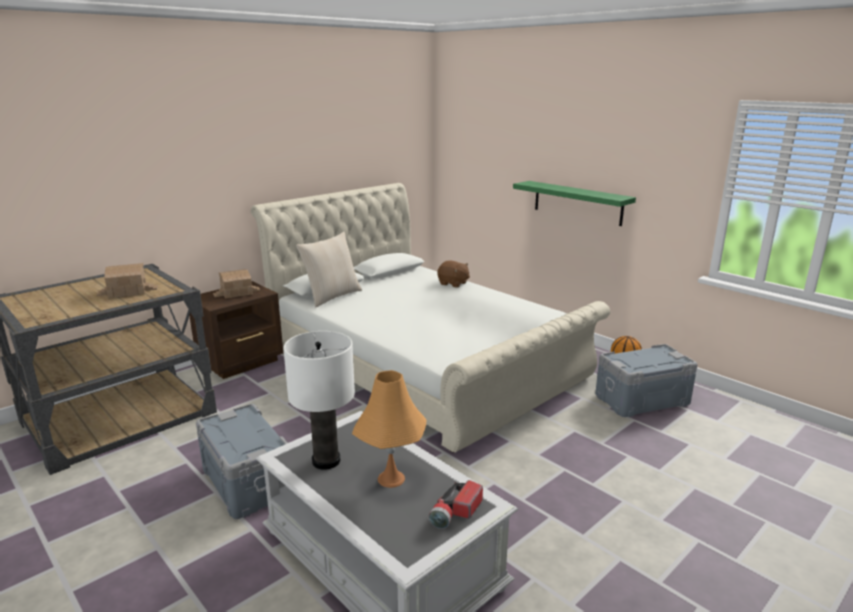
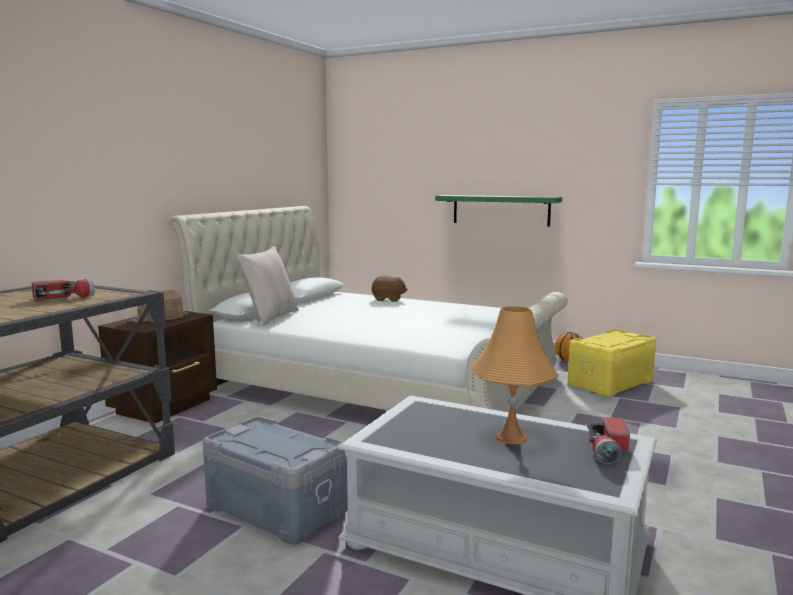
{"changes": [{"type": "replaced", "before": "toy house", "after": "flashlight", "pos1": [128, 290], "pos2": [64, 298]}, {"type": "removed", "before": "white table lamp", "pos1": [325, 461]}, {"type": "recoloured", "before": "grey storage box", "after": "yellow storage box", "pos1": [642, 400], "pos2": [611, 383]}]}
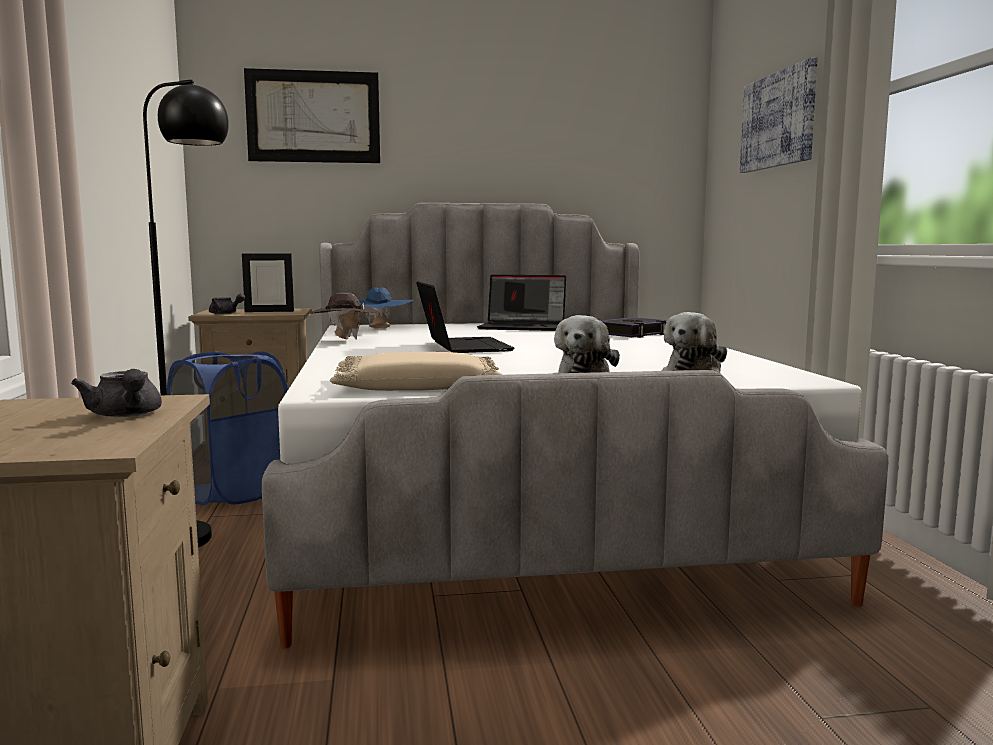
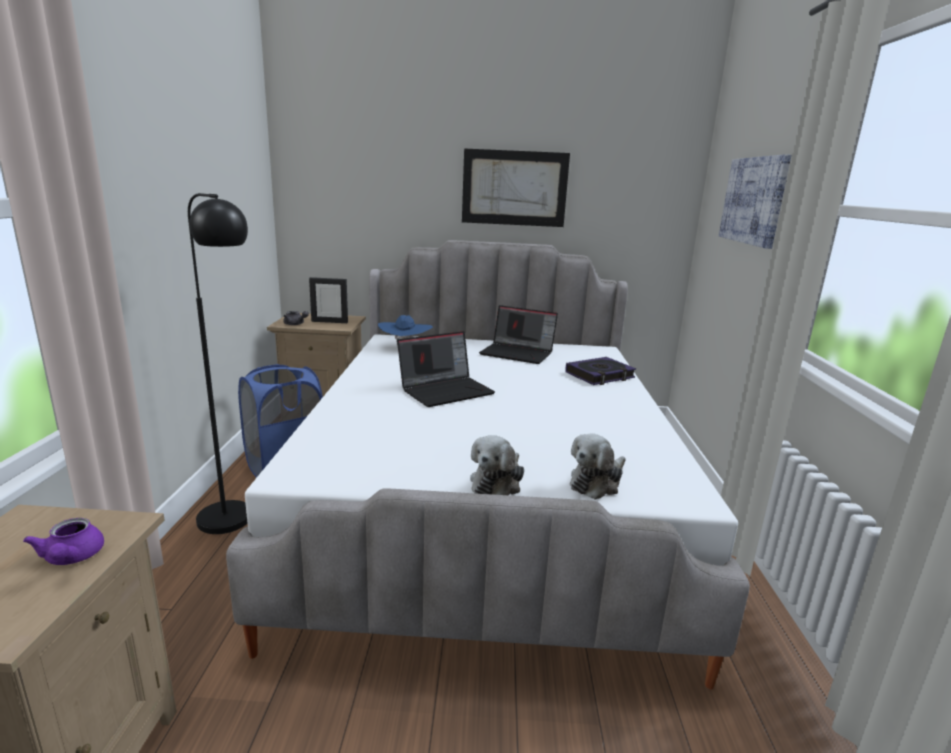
{"changes": [{"type": "moved", "before": "picture", "pos1": [313, 117], "pos2": [514, 188]}, {"type": "turned", "before": "laptop", "pos1": [461, 347], "pos2": [446, 390], "turn": 60}, {"type": "removed", "before": "brown hat", "pos1": [344, 340]}, {"type": "removed", "before": "beige pillow", "pos1": [418, 385]}, {"type": "recoloured", "before": "grey teapot", "after": "purple teapot", "pos1": [126, 415], "pos2": [71, 558]}]}
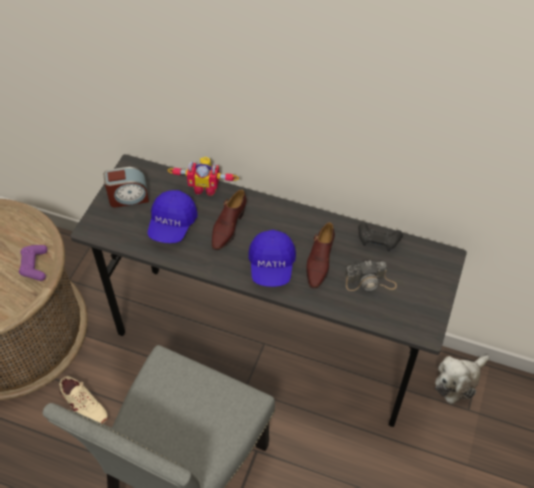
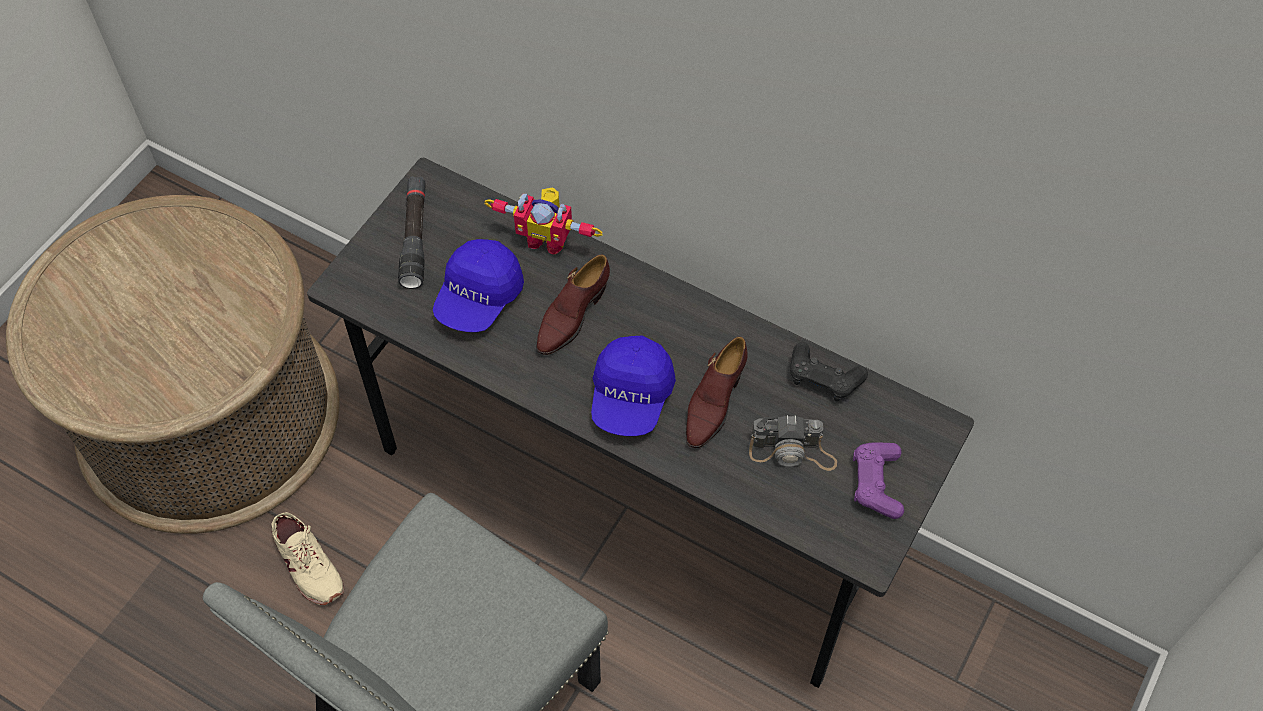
{"changes": [{"type": "replaced", "before": "alarm clock", "after": "black flashlight", "pos1": [128, 197], "pos2": [415, 237]}, {"type": "moved", "before": "purple game controller", "pos1": [34, 266], "pos2": [876, 483]}, {"type": "removed", "before": "plush toy", "pos1": [458, 381]}]}
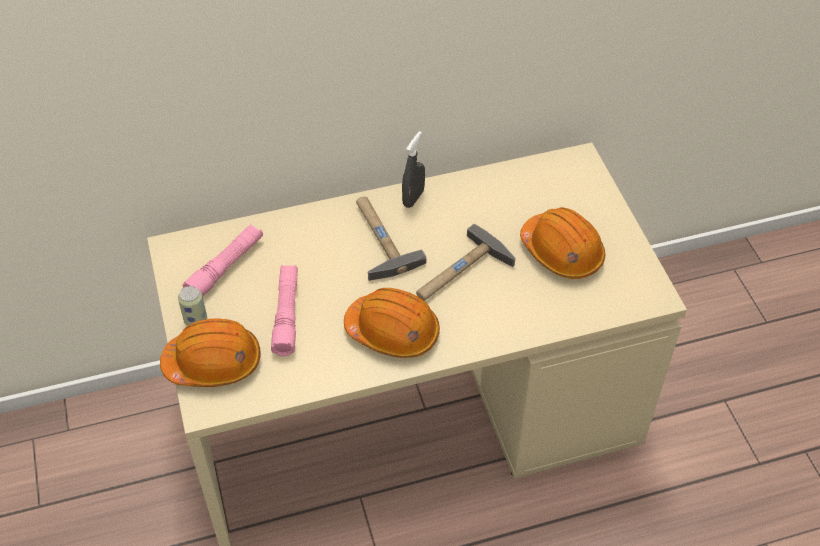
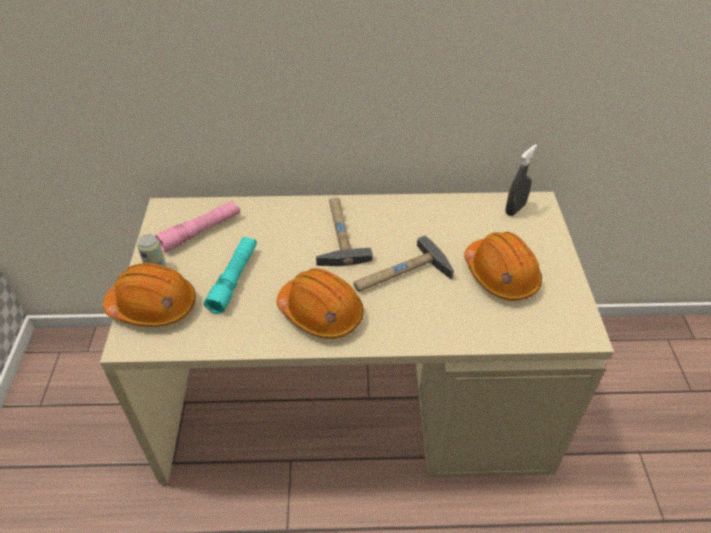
{"changes": [{"type": "moved", "before": "grey spray bottle", "pos1": [413, 198], "pos2": [515, 209]}, {"type": "recoloured", "before": "pink flashlight", "after": "turquoise flashlight", "pos1": [287, 314], "pos2": [234, 279]}]}
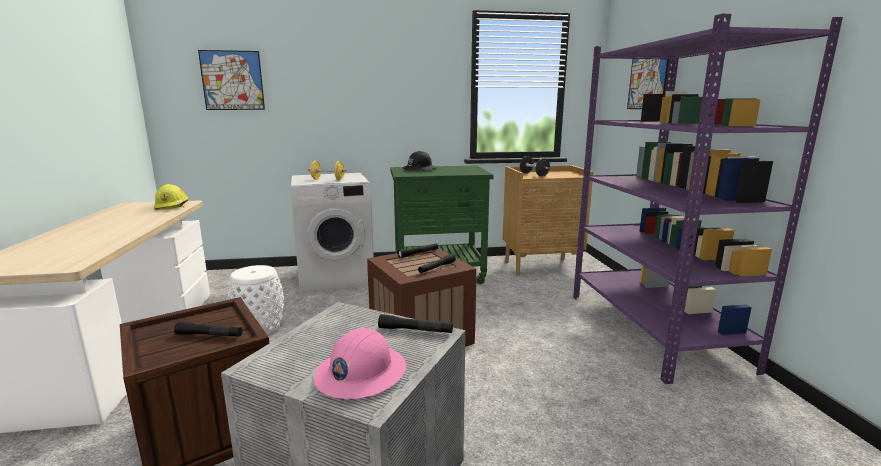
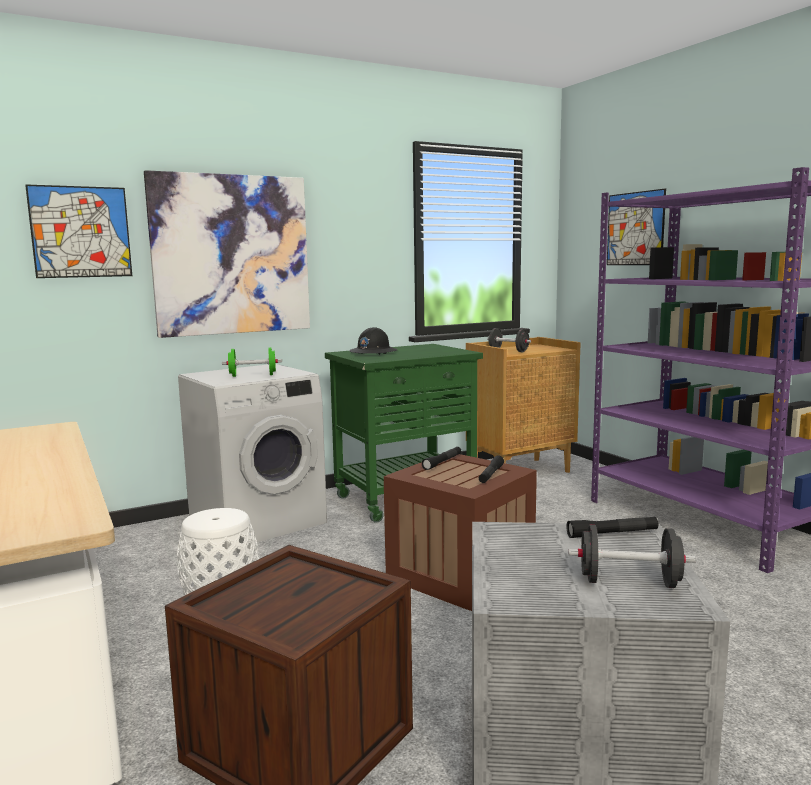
{"changes": [{"type": "recoloured", "before": "yellow dumbbell", "after": "green dumbbell", "pos1": [328, 179], "pos2": [253, 375]}, {"type": "removed", "before": "yellow hard hat", "pos1": [172, 206]}, {"type": "removed", "before": "black flashlight", "pos1": [209, 335]}, {"type": "replaced", "before": "pink hard hat", "after": "black dumbbell", "pos1": [360, 373], "pos2": [629, 582]}, {"type": "added", "after": "picture", "pos2": [231, 255]}]}
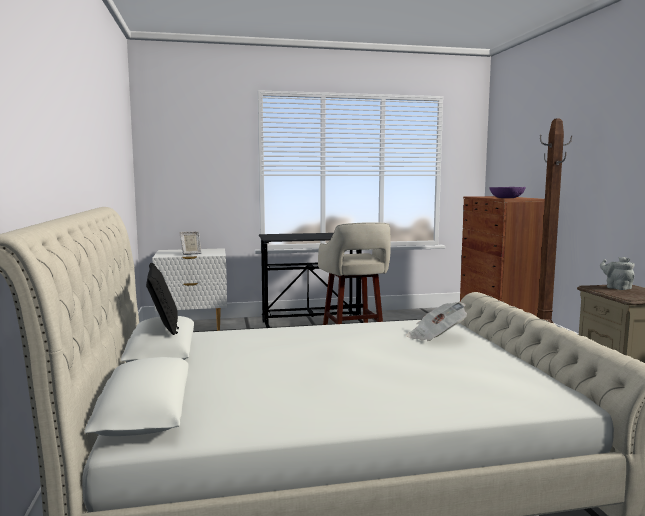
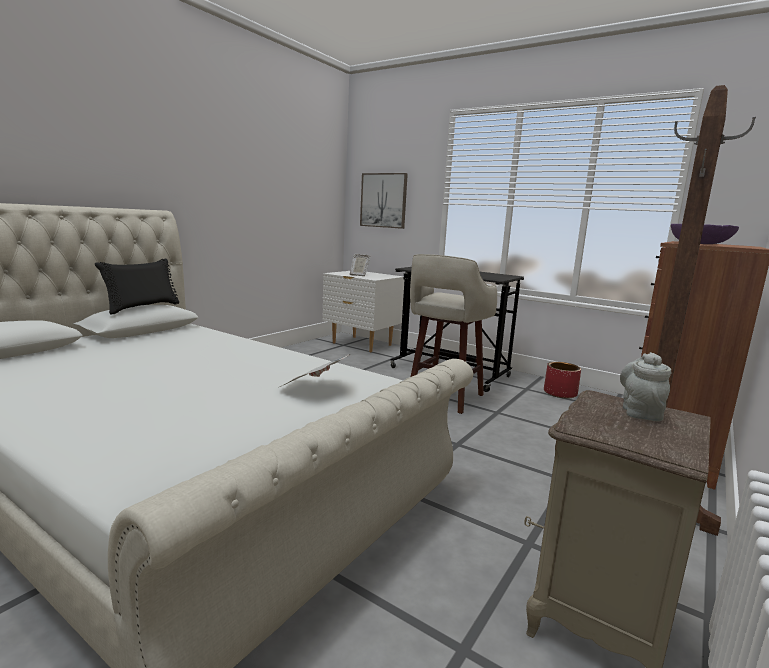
{"changes": [{"type": "added", "after": "picture", "pos2": [383, 200]}, {"type": "added", "after": "red planter", "pos2": [560, 393]}]}
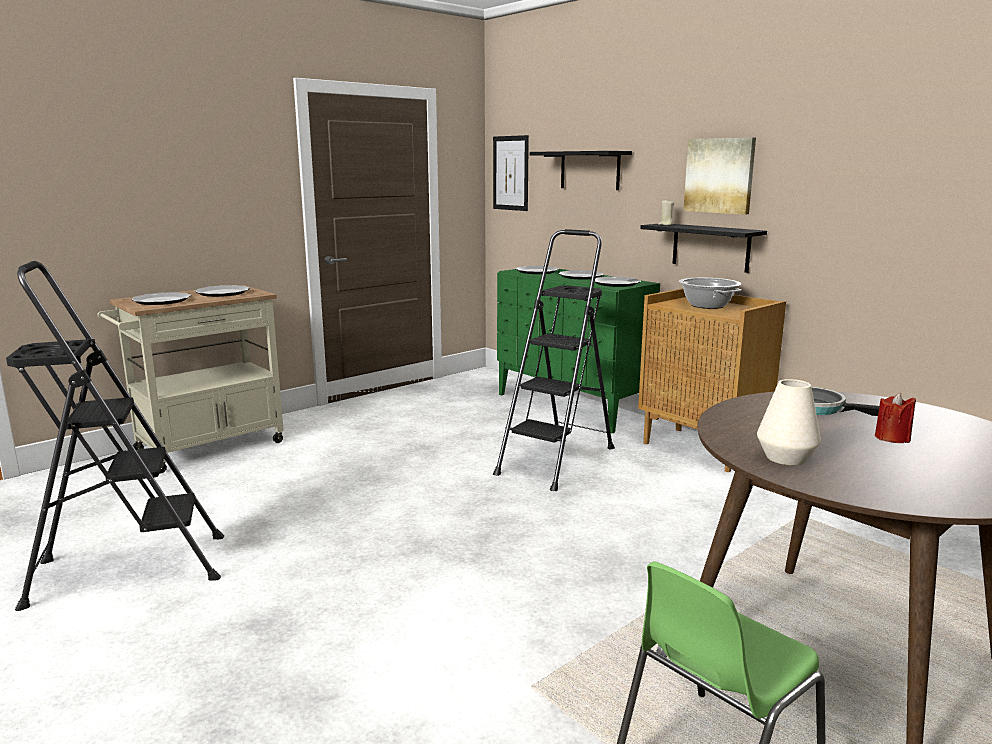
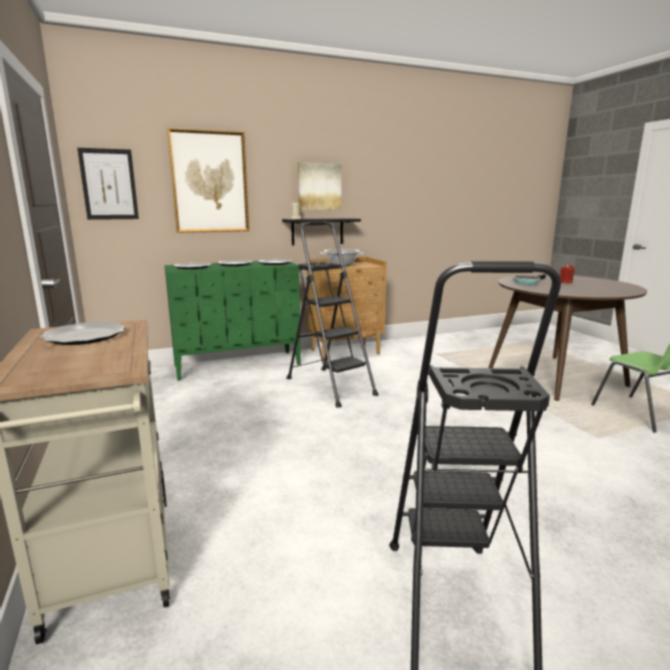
{"changes": [{"type": "replaced", "before": "black shelf", "after": "picture", "pos1": [590, 170], "pos2": [210, 182]}, {"type": "removed", "before": "plate", "pos1": [162, 301]}, {"type": "removed", "before": "white vase", "pos1": [786, 458]}]}
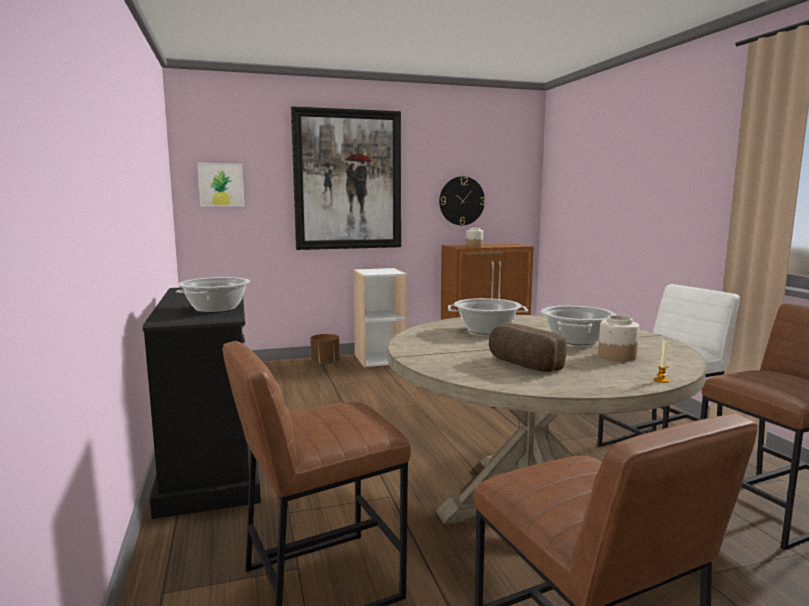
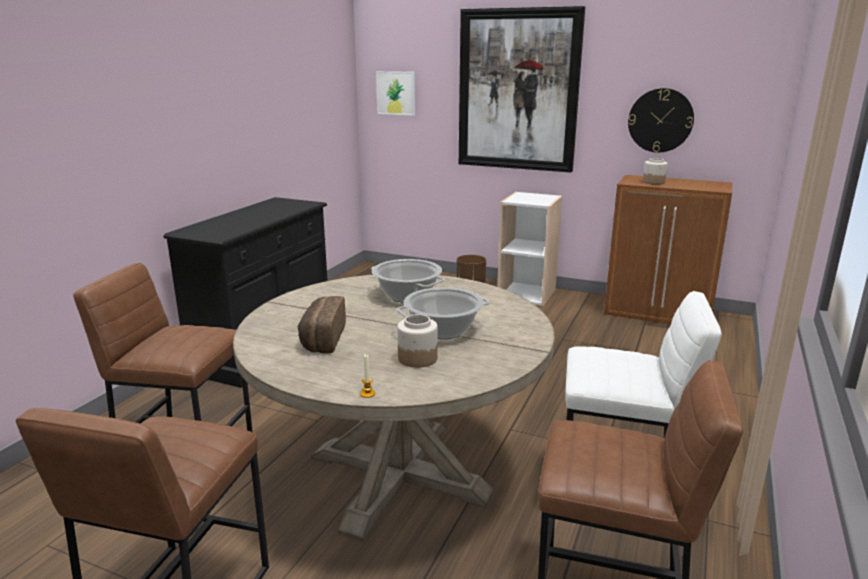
{"changes": [{"type": "removed", "before": "cooking pot", "pos1": [216, 309]}]}
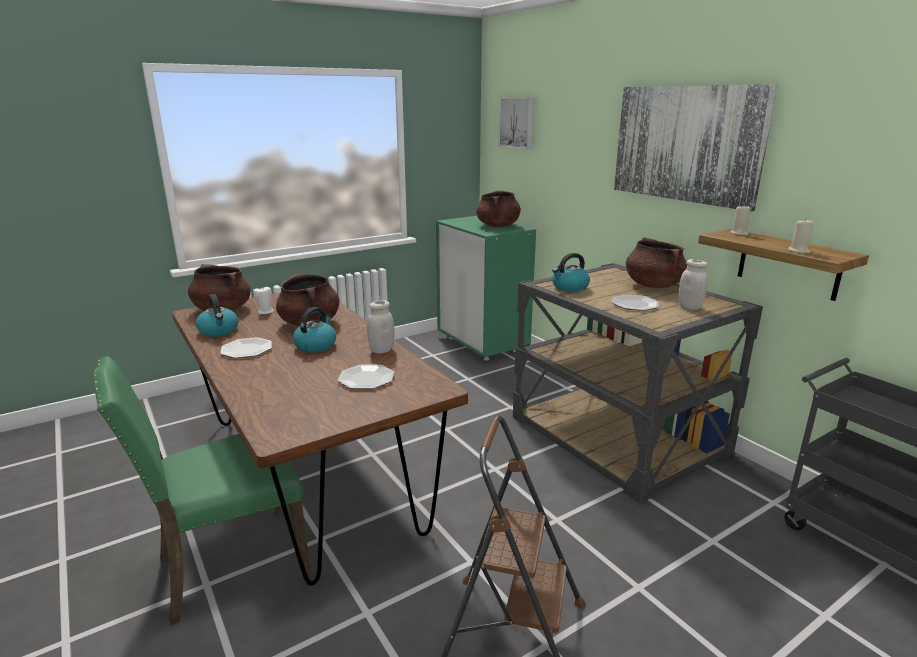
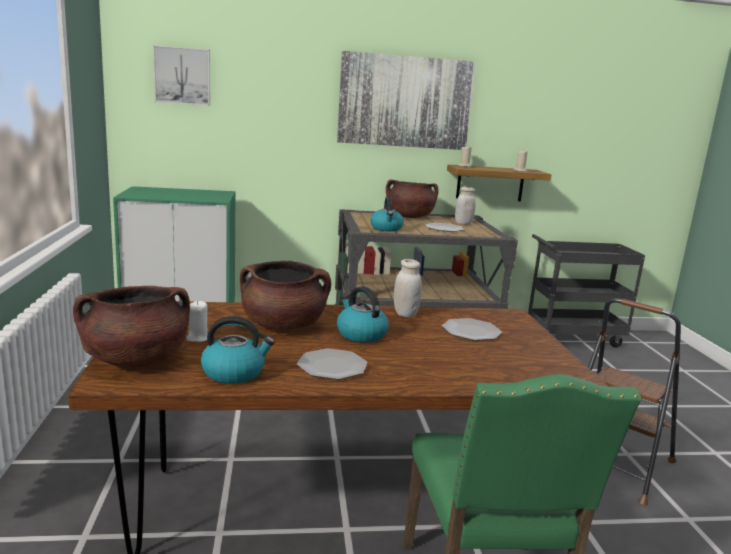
{"changes": [{"type": "removed", "before": "brown cooking pot", "pos1": [498, 226]}]}
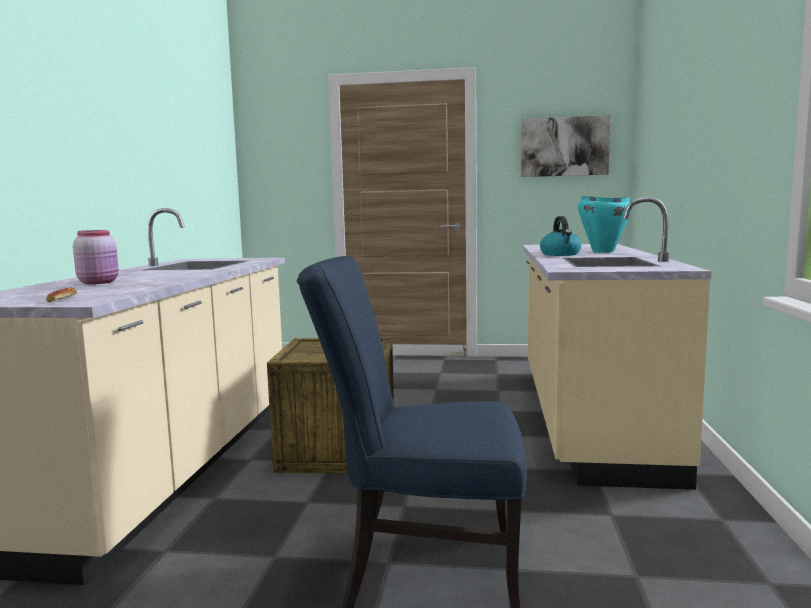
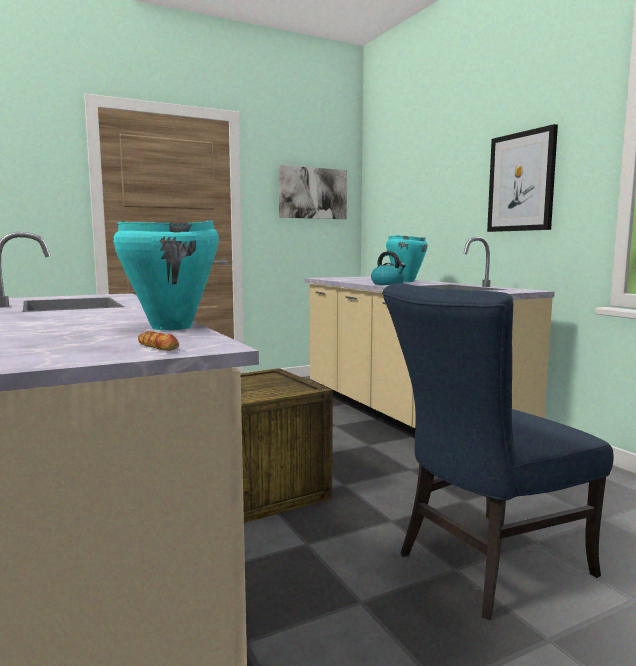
{"changes": [{"type": "removed", "before": "pink jar", "pos1": [99, 282]}, {"type": "added", "after": "picture", "pos2": [521, 182]}, {"type": "added", "after": "turquoise cooking pot", "pos2": [172, 327]}]}
